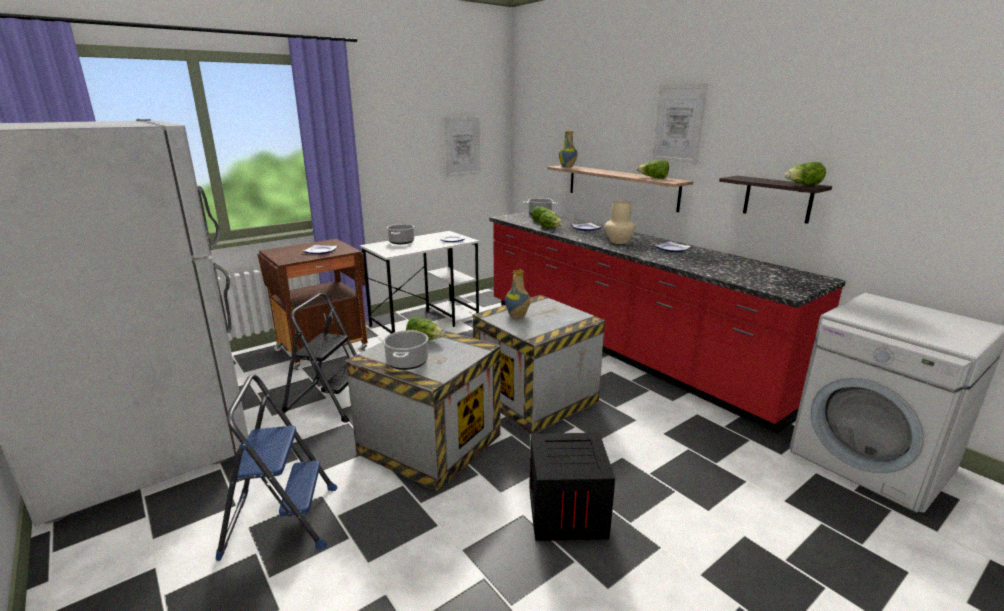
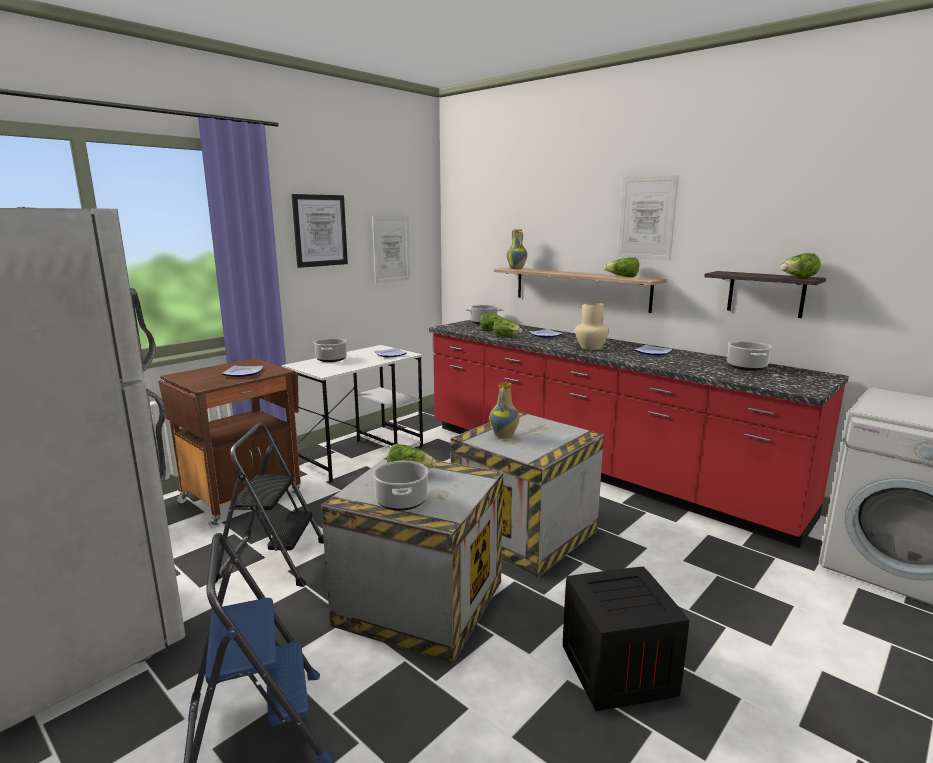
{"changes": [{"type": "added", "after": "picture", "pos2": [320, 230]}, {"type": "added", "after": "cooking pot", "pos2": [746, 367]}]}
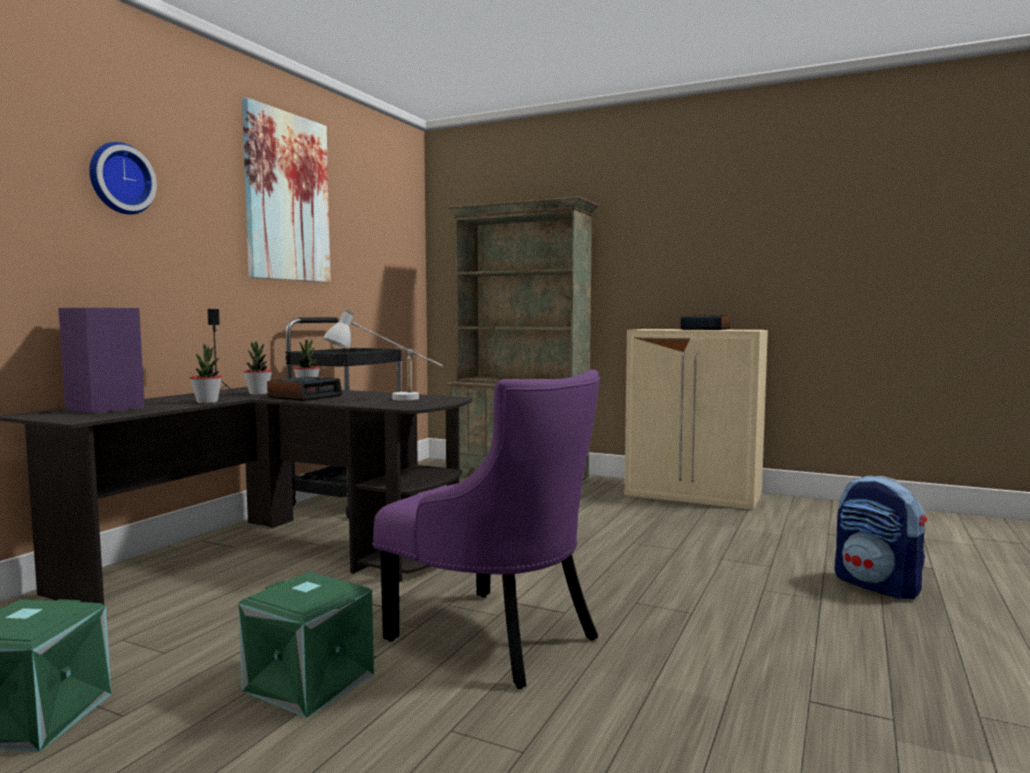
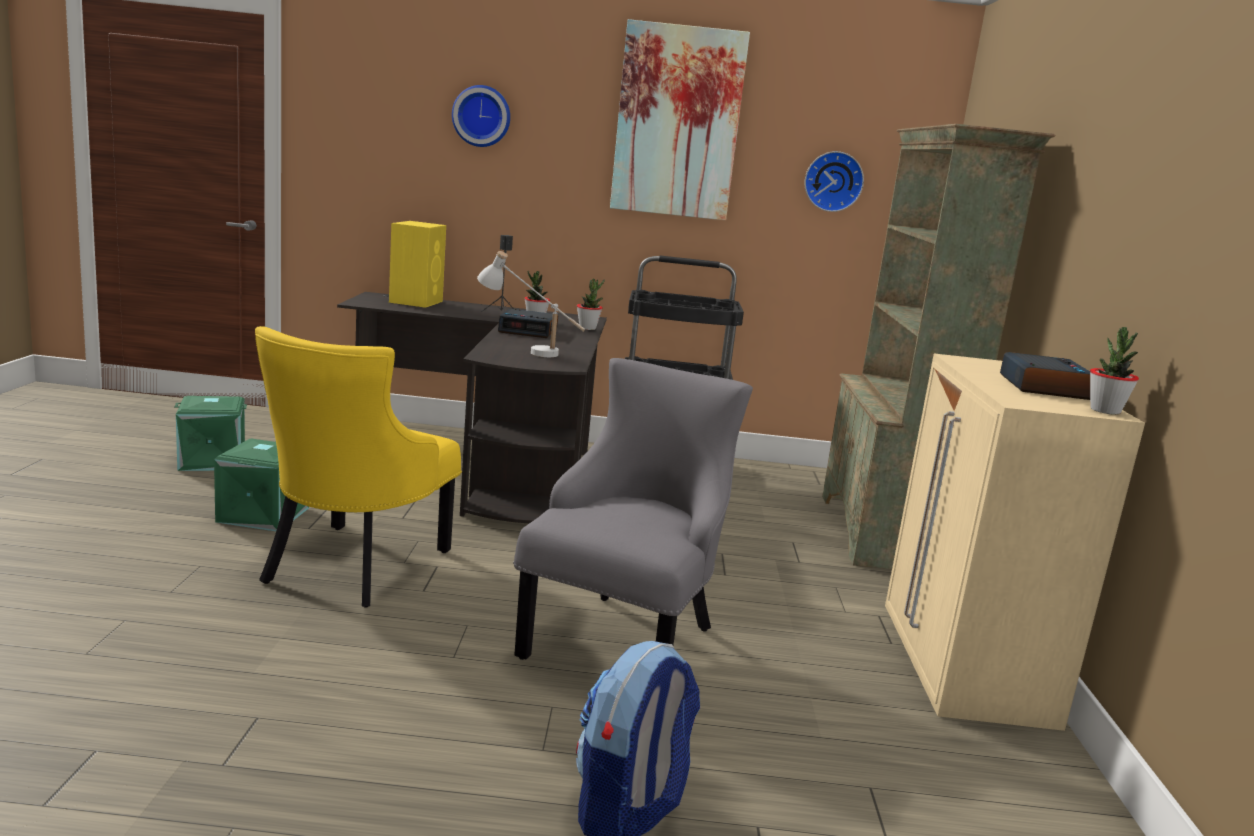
{"changes": [{"type": "recoloured", "before": "purple speaker", "after": "yellow speaker", "pos1": [104, 408], "pos2": [416, 301]}, {"type": "moved", "before": "potted plant", "pos1": [207, 402], "pos2": [1105, 411]}, {"type": "recoloured", "before": "purple chair", "after": "yellow chair", "pos1": [491, 637], "pos2": [356, 564]}, {"type": "added", "after": "wall clock", "pos2": [833, 181]}, {"type": "added", "after": "grey chair", "pos2": [622, 647]}]}
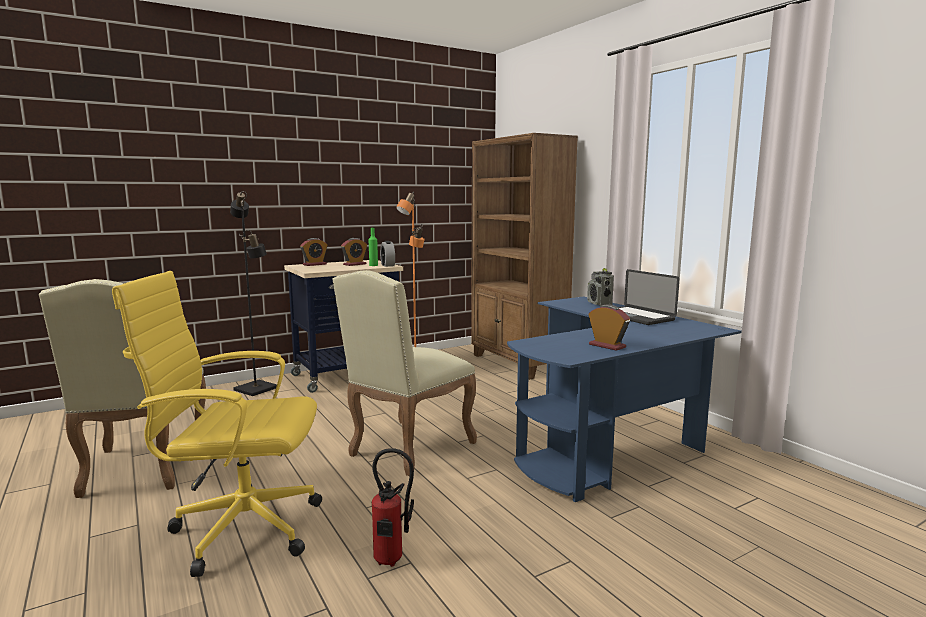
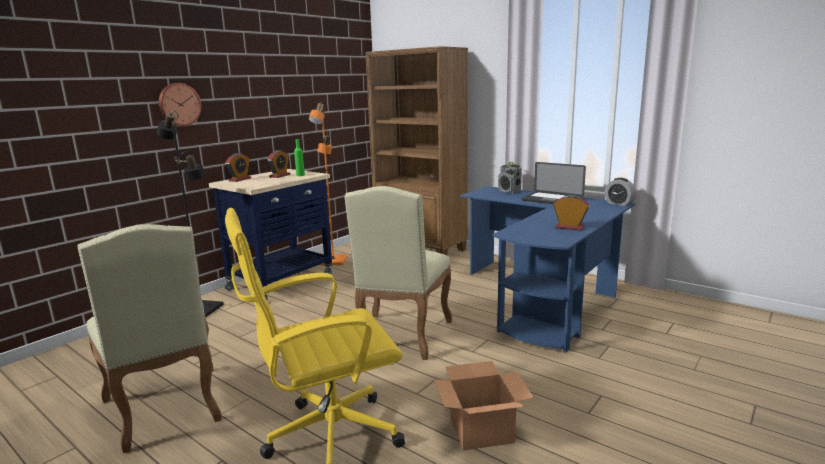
{"changes": [{"type": "moved", "before": "alarm clock", "pos1": [387, 265], "pos2": [619, 203]}, {"type": "replaced", "before": "fire extinguisher", "after": "cardboard box", "pos1": [392, 562], "pos2": [480, 431]}, {"type": "added", "after": "wall clock", "pos2": [179, 104]}]}
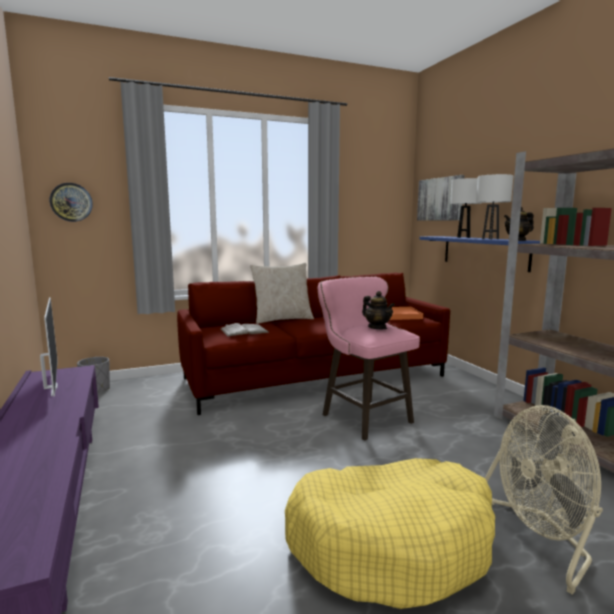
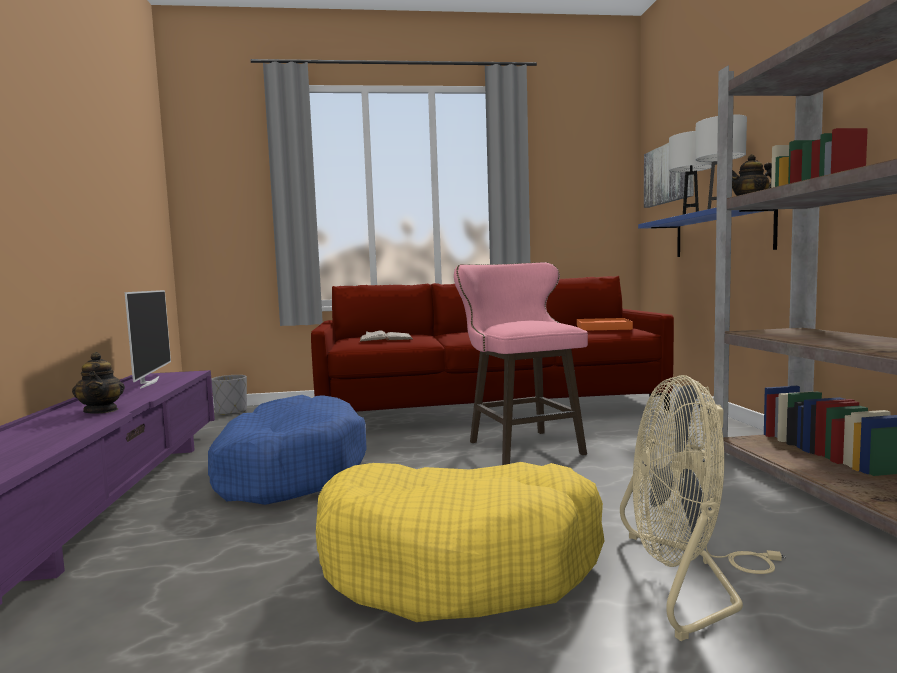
{"changes": [{"type": "removed", "before": "wall clock", "pos1": [71, 202]}, {"type": "removed", "before": "beige pillow", "pos1": [282, 319]}, {"type": "moved", "before": "teapot", "pos1": [377, 327], "pos2": [101, 411]}, {"type": "added", "after": "blue dog bed", "pos2": [288, 471]}]}
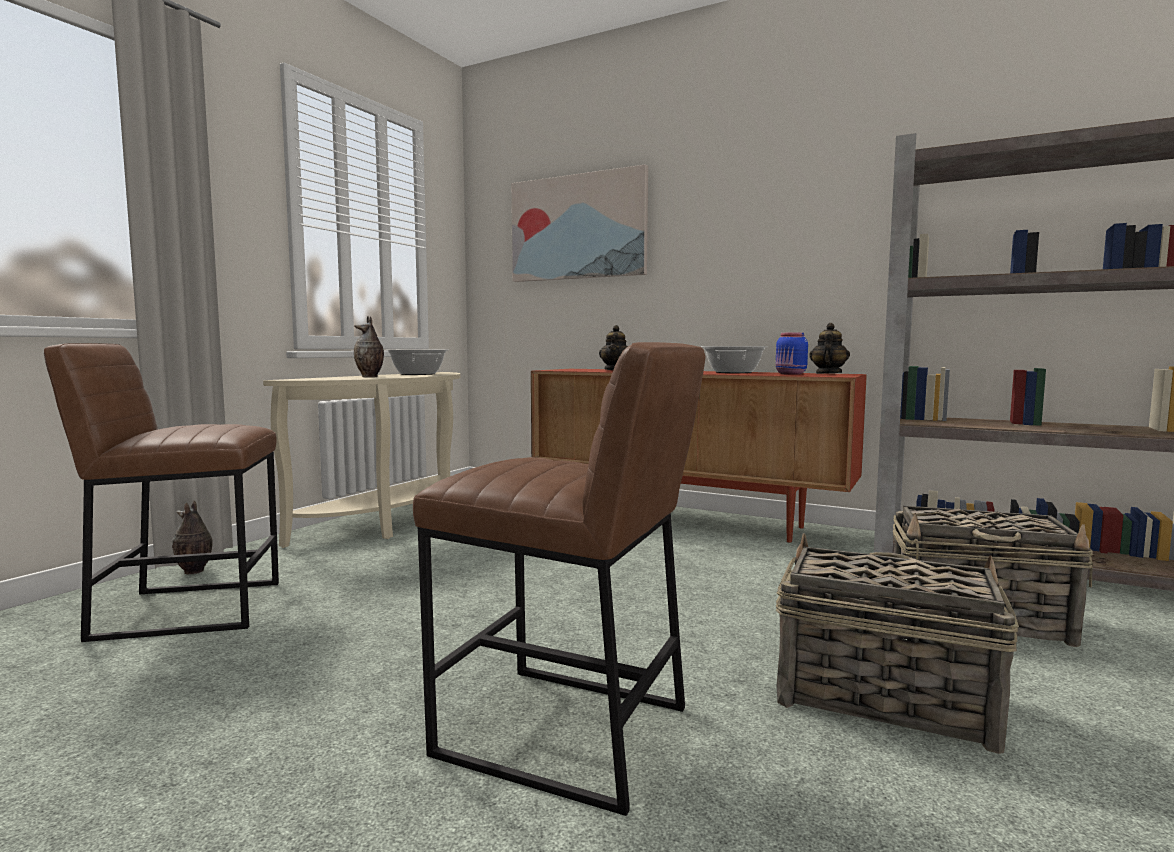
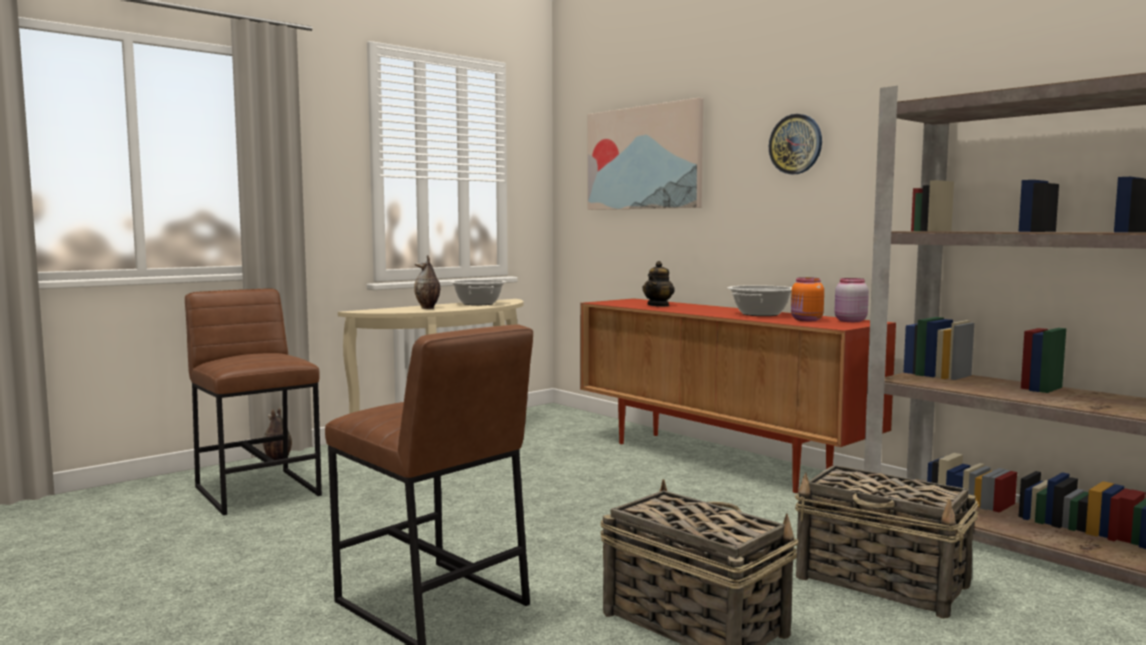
{"changes": [{"type": "replaced", "before": "teapot", "after": "pink jar", "pos1": [828, 374], "pos2": [849, 321]}, {"type": "recoloured", "before": "blue jar", "after": "orange jar", "pos1": [791, 374], "pos2": [806, 320]}, {"type": "turned", "before": "brown chair", "pos1": [187, 609], "pos2": [257, 490], "turn": 45}, {"type": "added", "after": "wall clock", "pos2": [796, 144]}]}
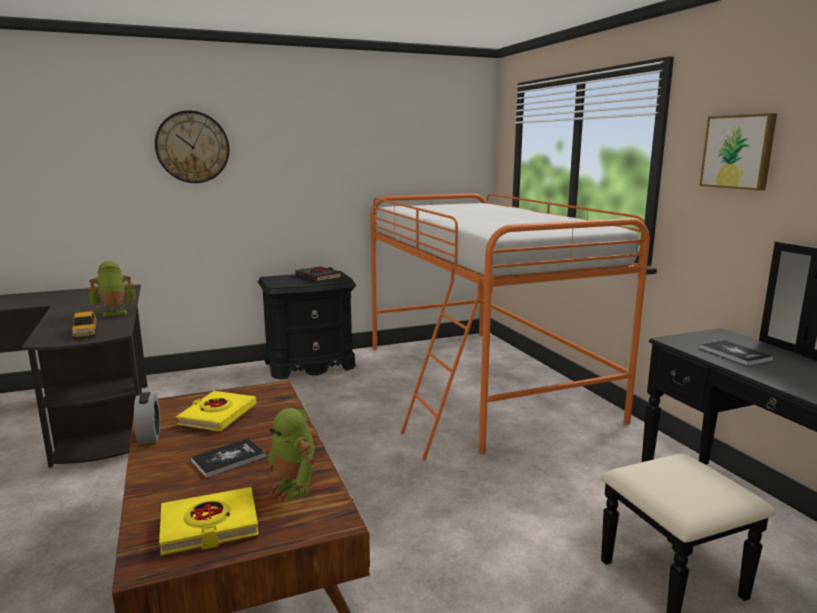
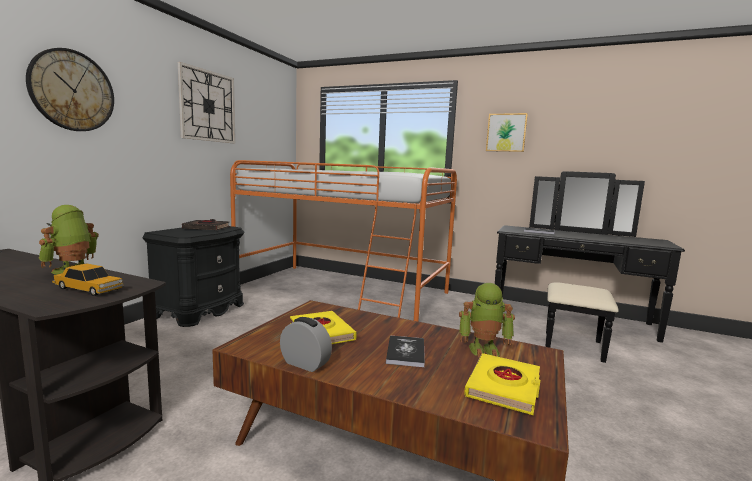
{"changes": [{"type": "added", "after": "wall clock", "pos2": [207, 106]}]}
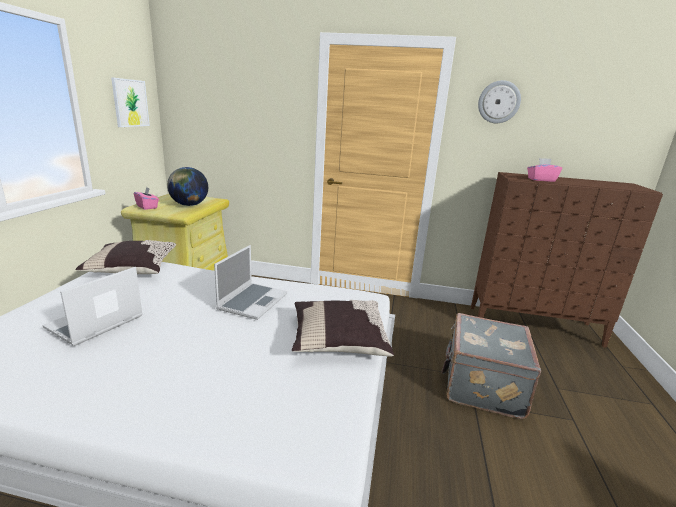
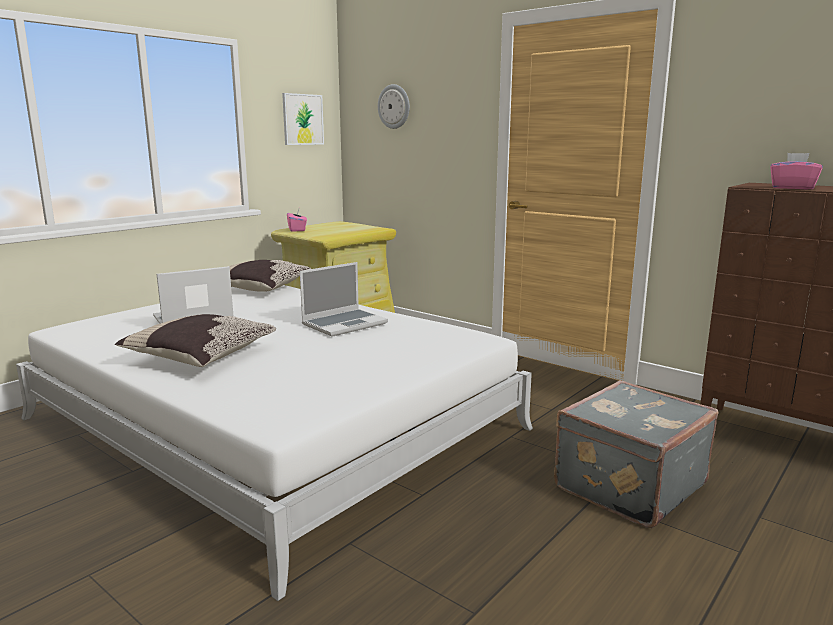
{"changes": [{"type": "moved", "before": "wall clock", "pos1": [499, 102], "pos2": [394, 106]}, {"type": "removed", "before": "globe", "pos1": [189, 205]}, {"type": "moved", "before": "pillow", "pos1": [339, 339], "pos2": [201, 356]}]}
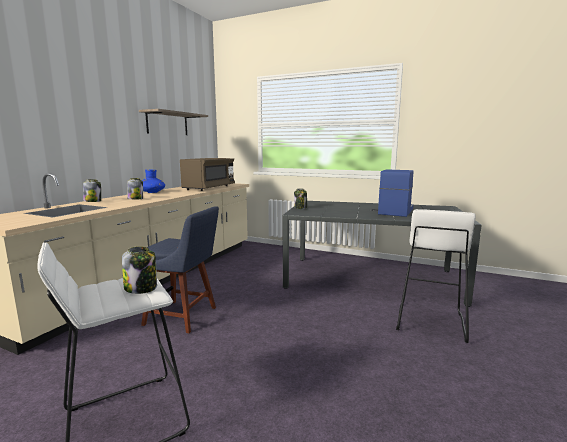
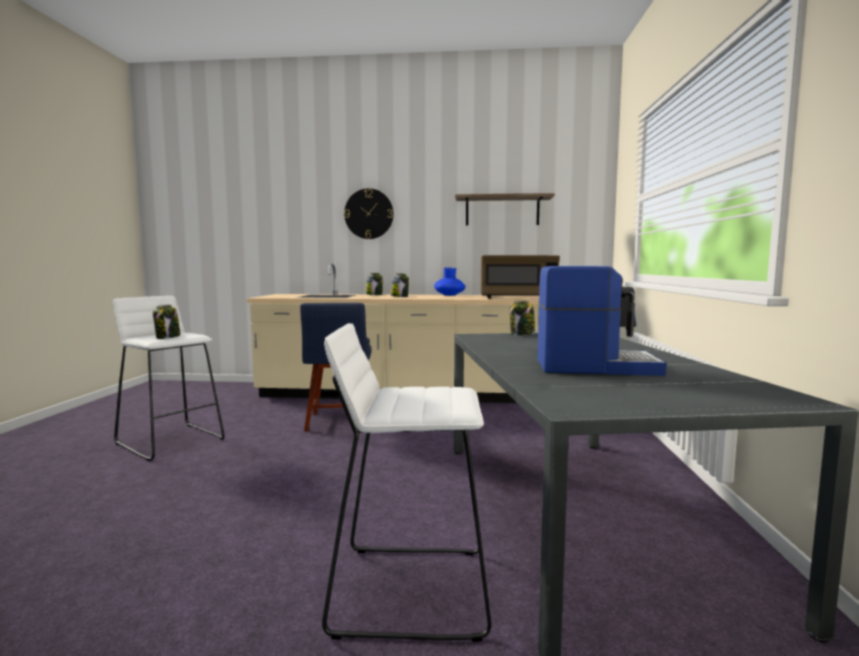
{"changes": [{"type": "added", "after": "wall clock", "pos2": [369, 214]}]}
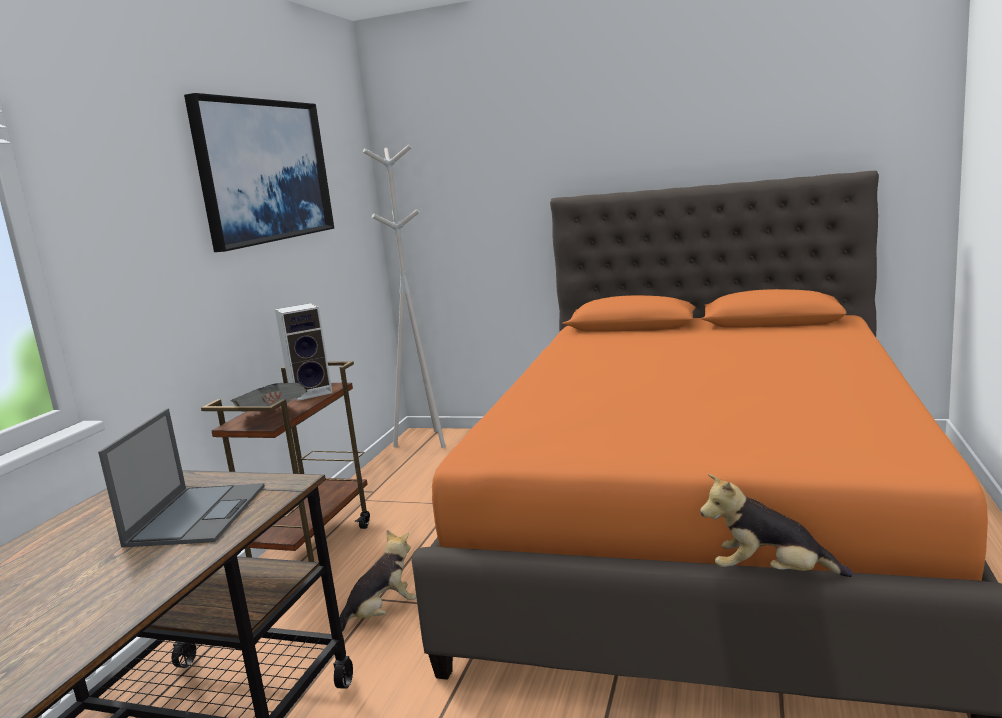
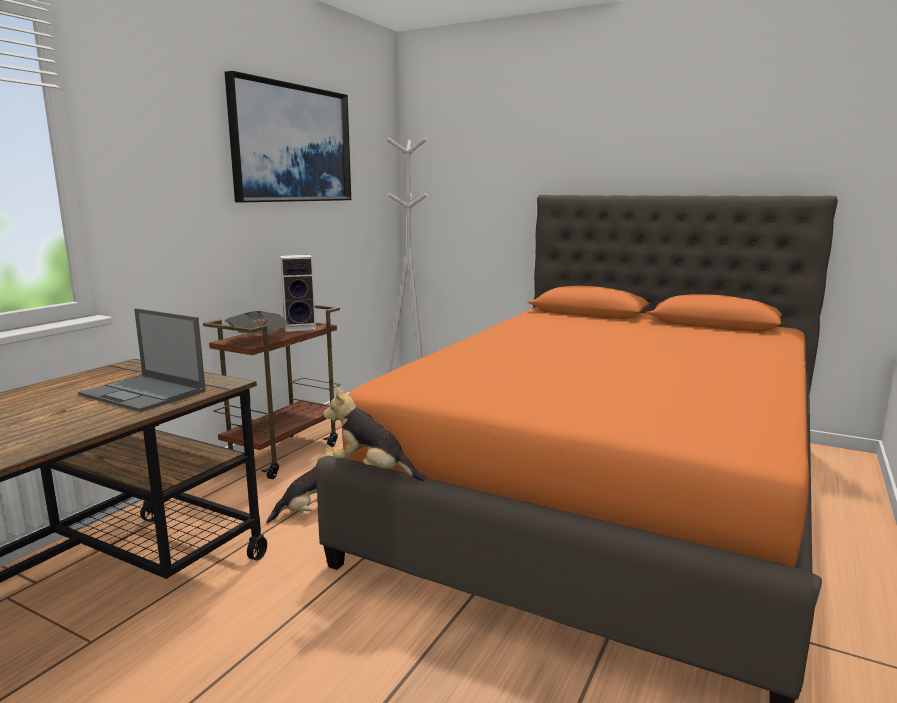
{"changes": [{"type": "turned", "before": "laptop", "pos1": [198, 514], "pos2": [144, 393], "turn": 105}, {"type": "moved", "before": "plush toy", "pos1": [771, 574], "pos2": [373, 470]}]}
